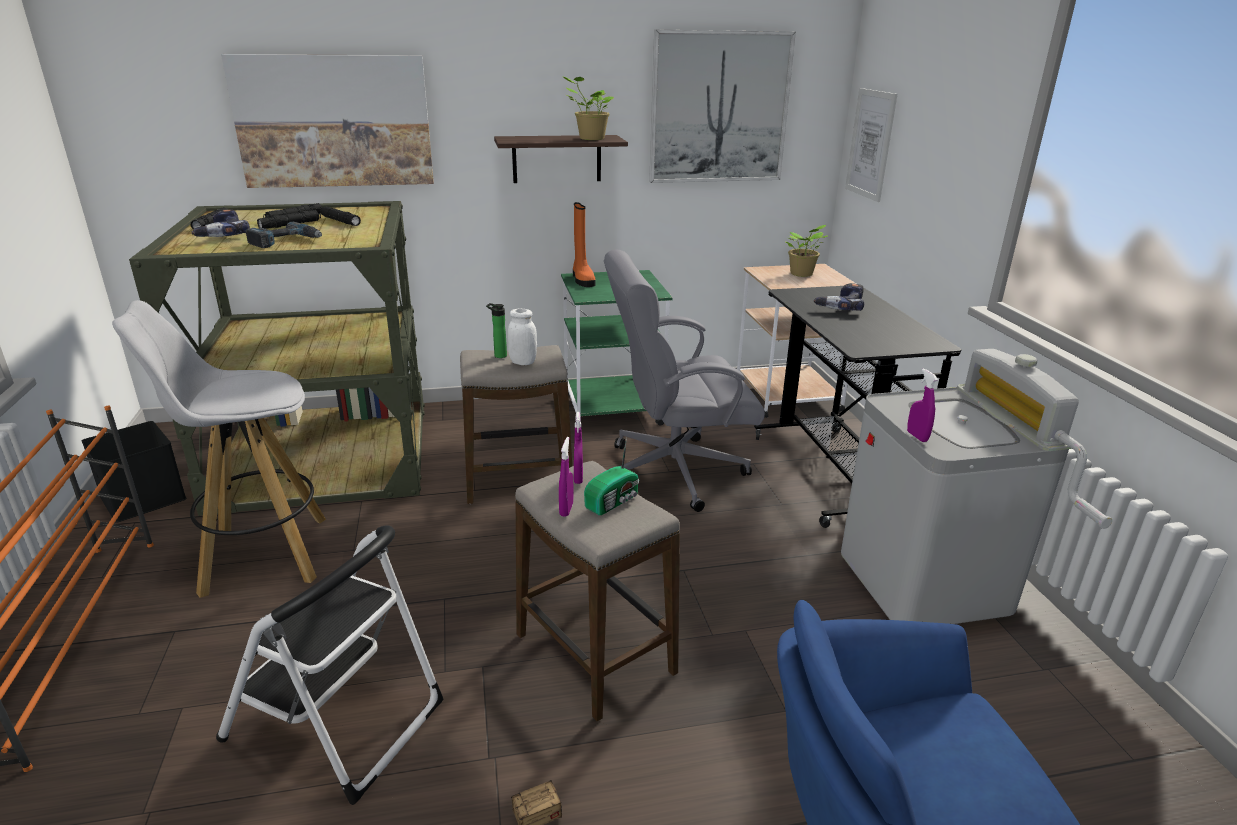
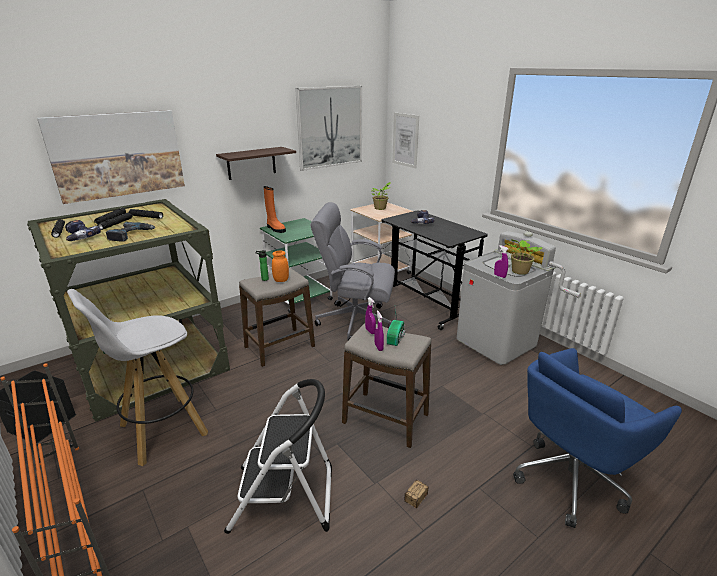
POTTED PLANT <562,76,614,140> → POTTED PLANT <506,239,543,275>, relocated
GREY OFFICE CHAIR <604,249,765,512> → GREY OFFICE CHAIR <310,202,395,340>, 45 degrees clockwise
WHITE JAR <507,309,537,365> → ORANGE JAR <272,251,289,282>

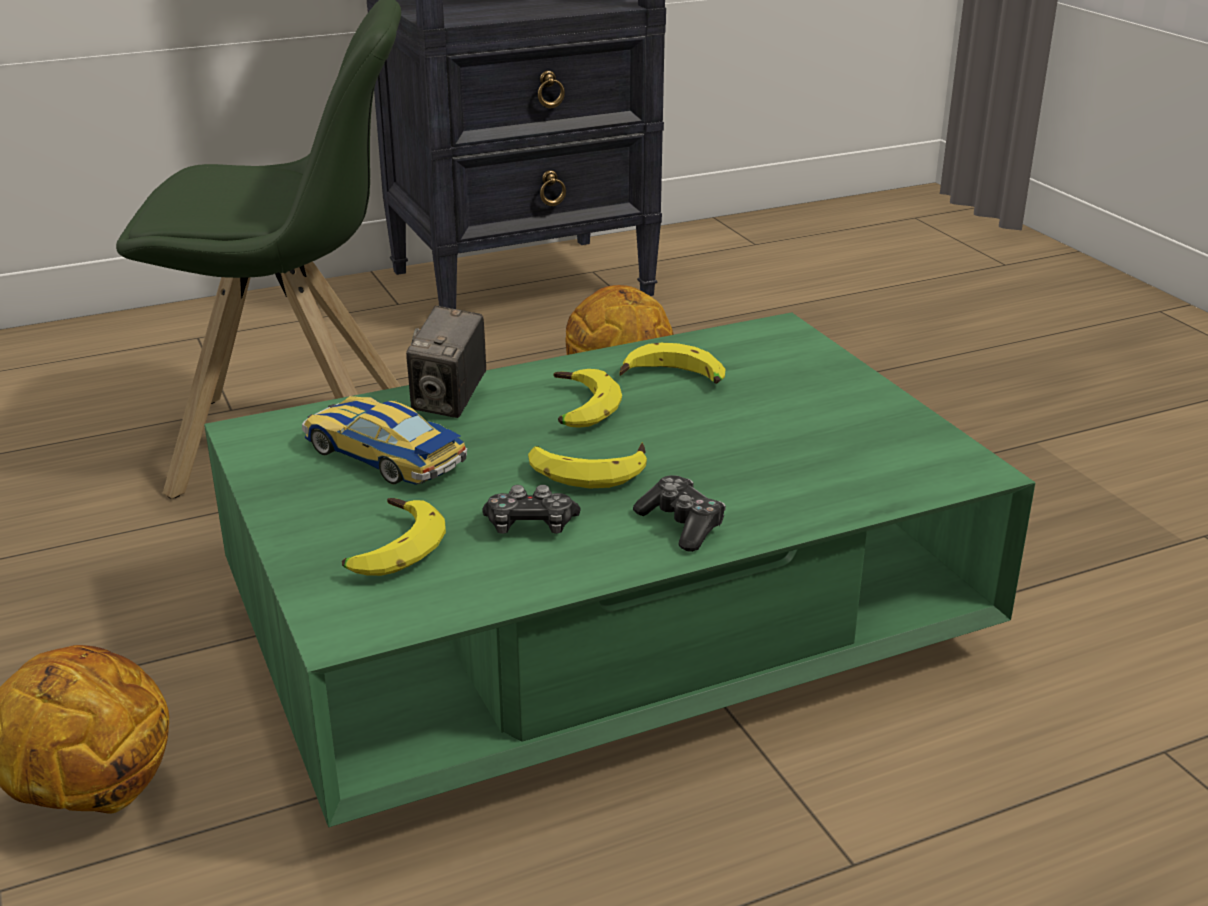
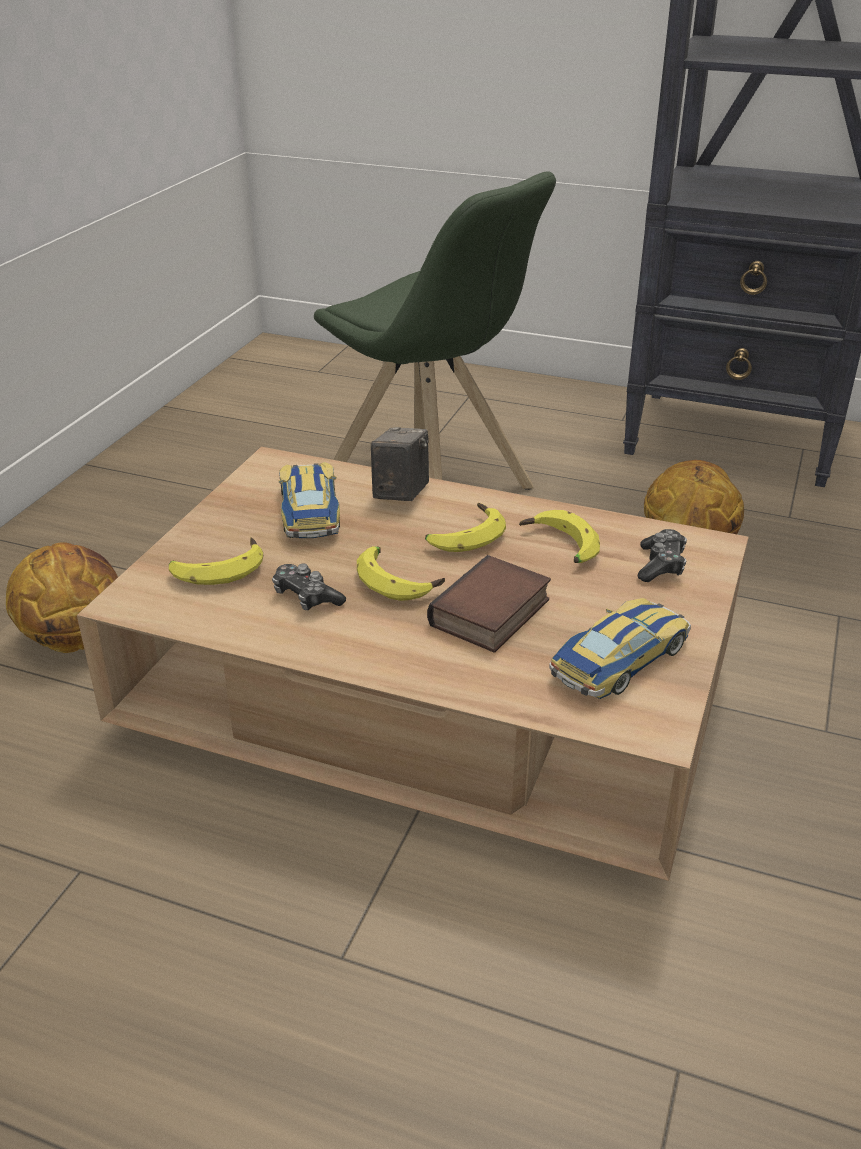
PHOTO CAMERA <406,306,486,418> → PHOTO CAMERA <371,427,429,501>, 135 degrees clockwise
GREEN COFFEE TABLE <204,312,1035,827> → BROWN COFFEE TABLE <77,447,749,881>
GAME CONTROLLER <633,475,726,552> → GAME CONTROLLER <638,529,687,582>, relocated
- → BOOK <427,555,551,652>
- → TOY CAR <549,598,691,699>

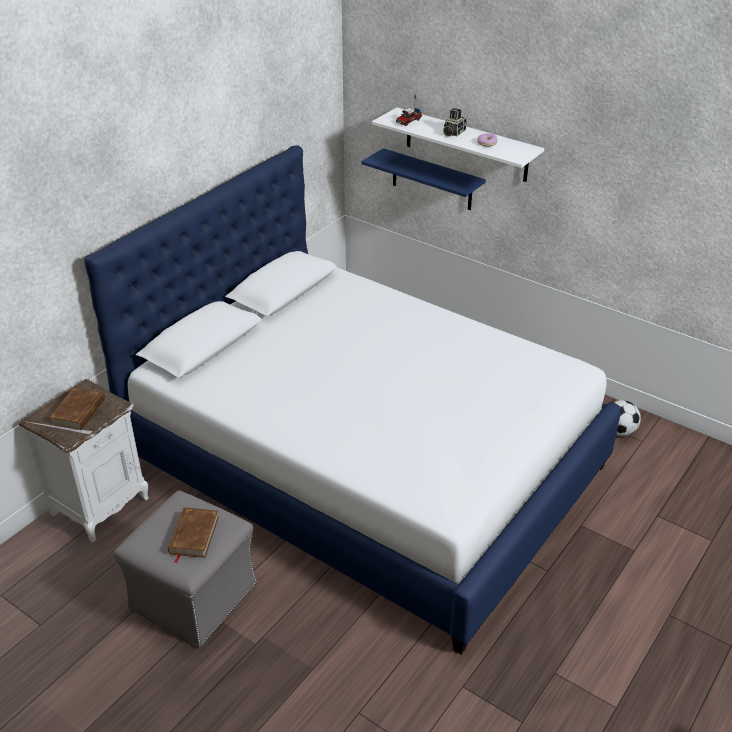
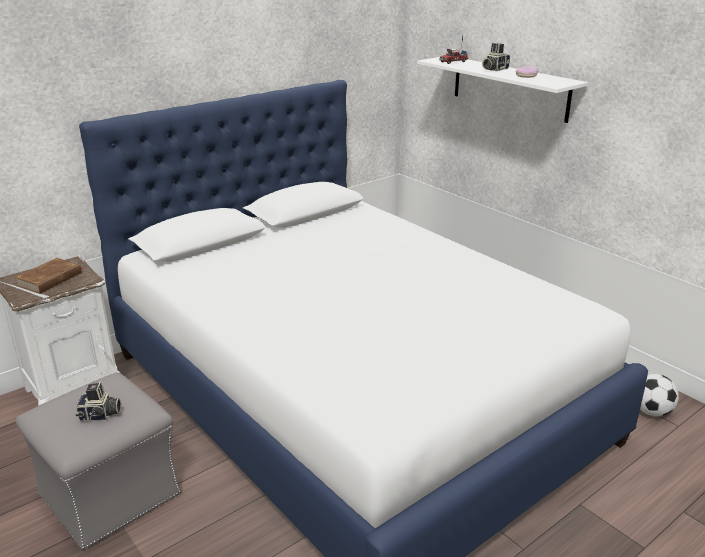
BLUE SHELF <361,148,486,210> → -
BROWN BOOK <168,507,219,563> → PHOTO CAMERA <76,382,121,421>

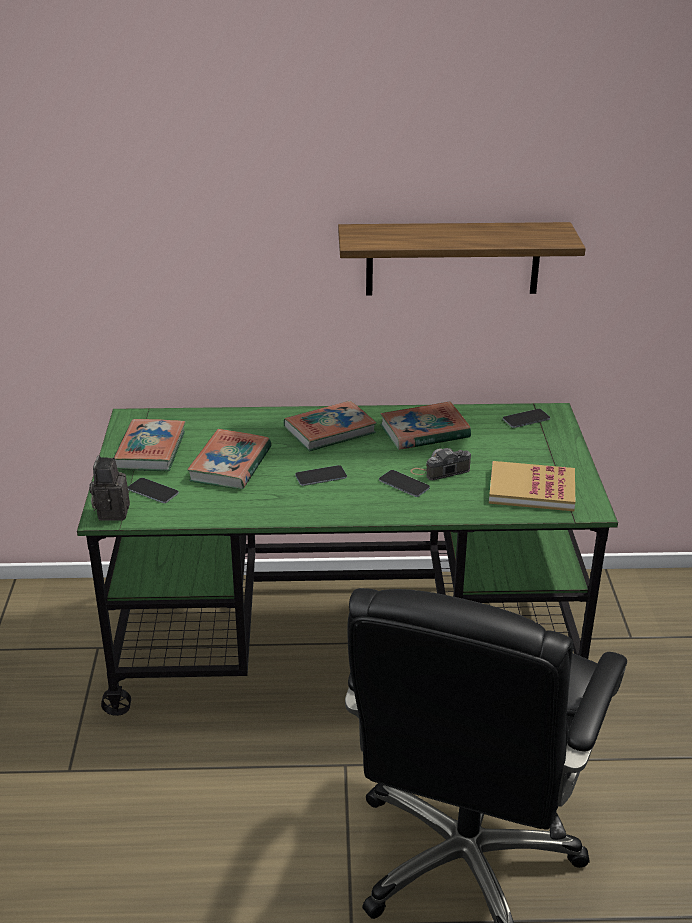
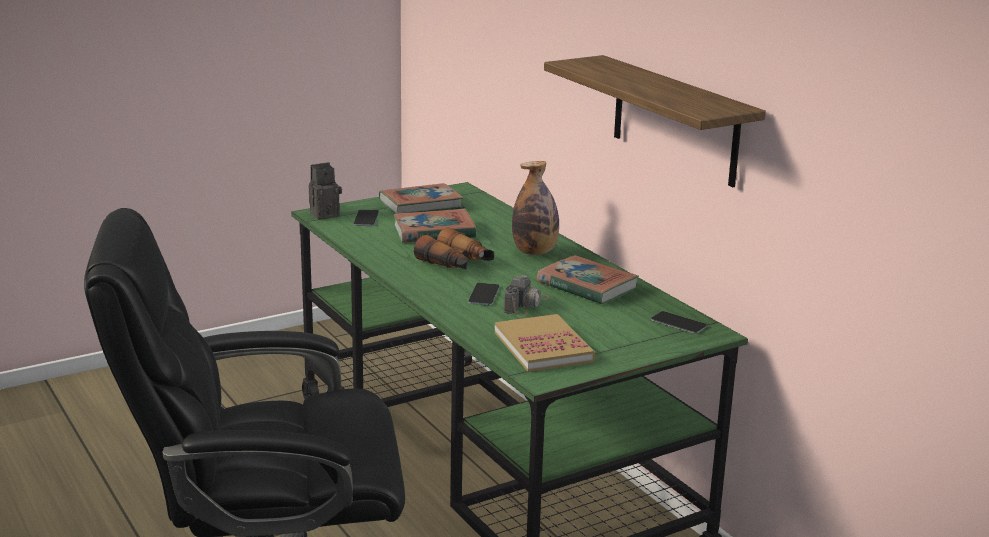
BOOK <283,401,377,451> → BOTTLE <512,161,559,255>
PHOTO CAMERA <410,448,471,480> → PHOTO CAMERA <503,275,549,317>, 75 degrees clockwise
PHONE <295,465,347,486> → BINOCULARS <414,227,494,270>

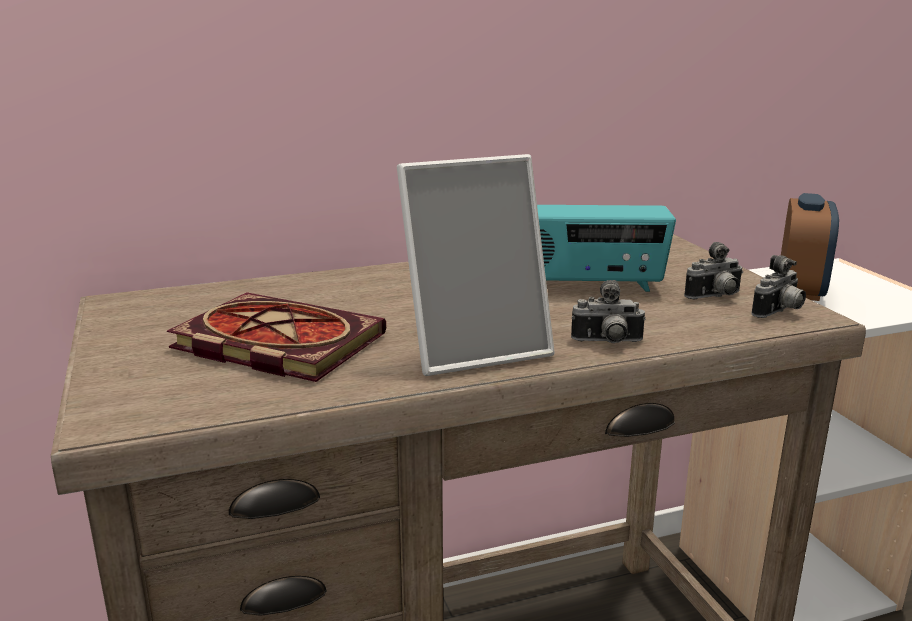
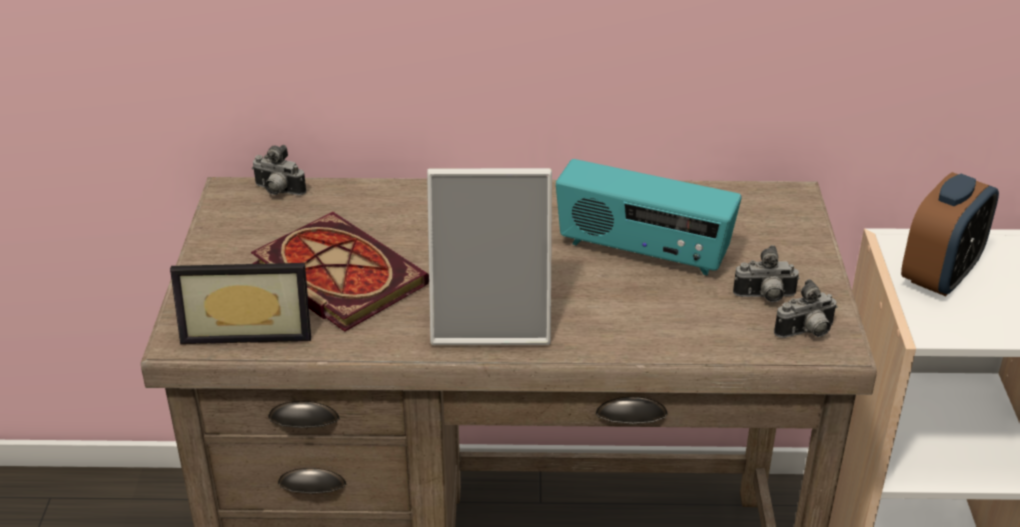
PHOTO CAMERA <571,280,646,343> → PHOTO CAMERA <252,145,306,195>, relocated
- → PICTURE FRAME <170,263,311,344>

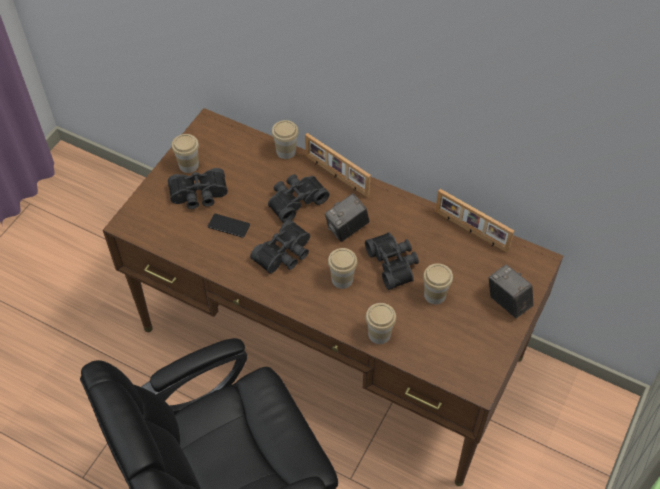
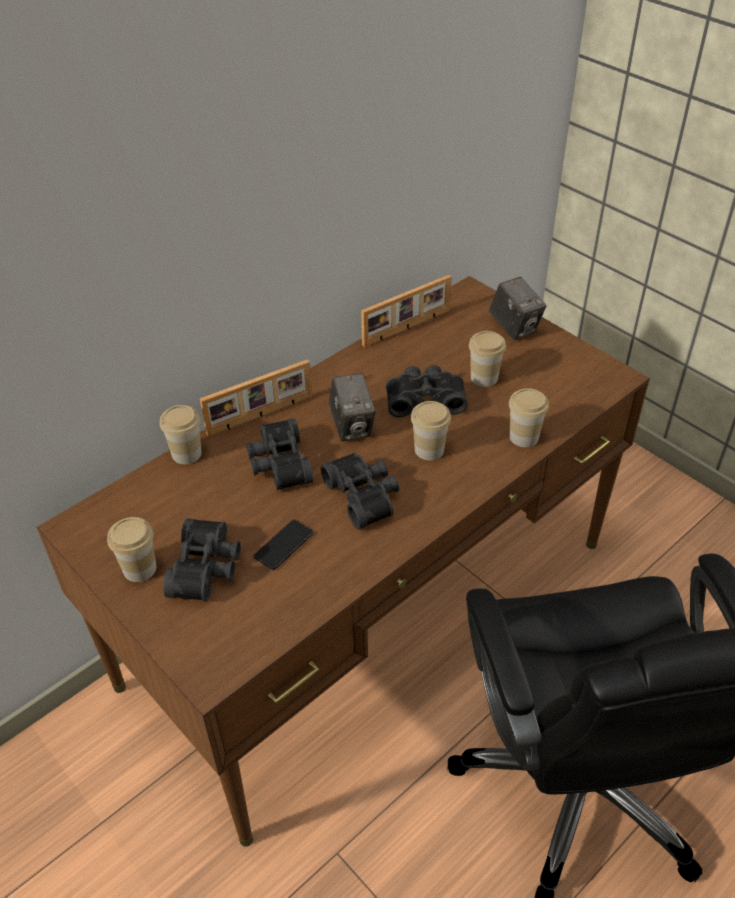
PHOTO CAMERA <488,265,534,318> → PHOTO CAMERA <489,277,547,340>, 105 degrees counterclockwise

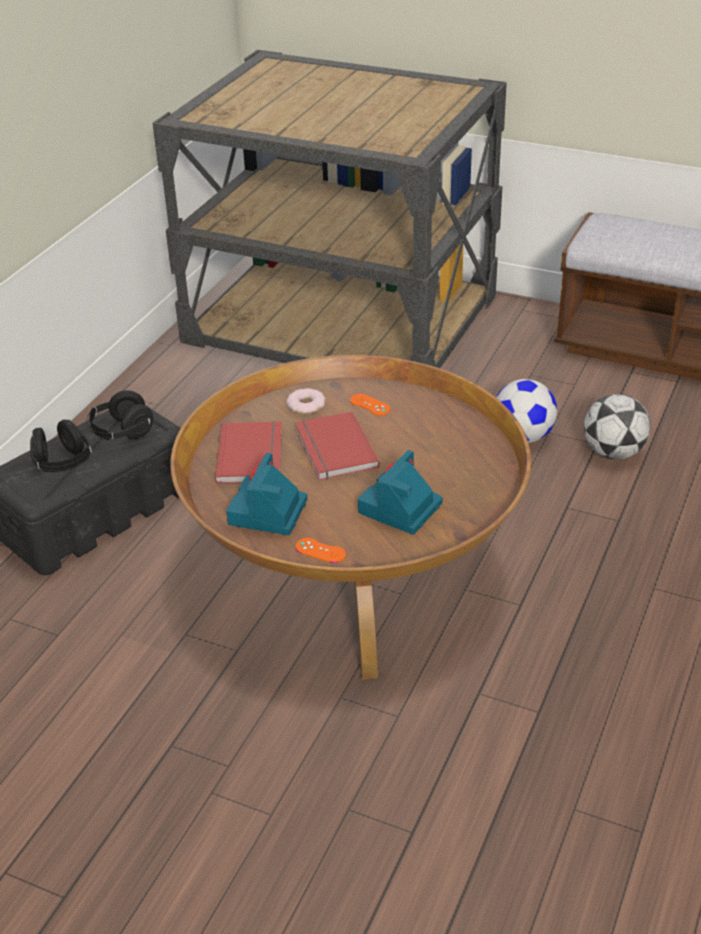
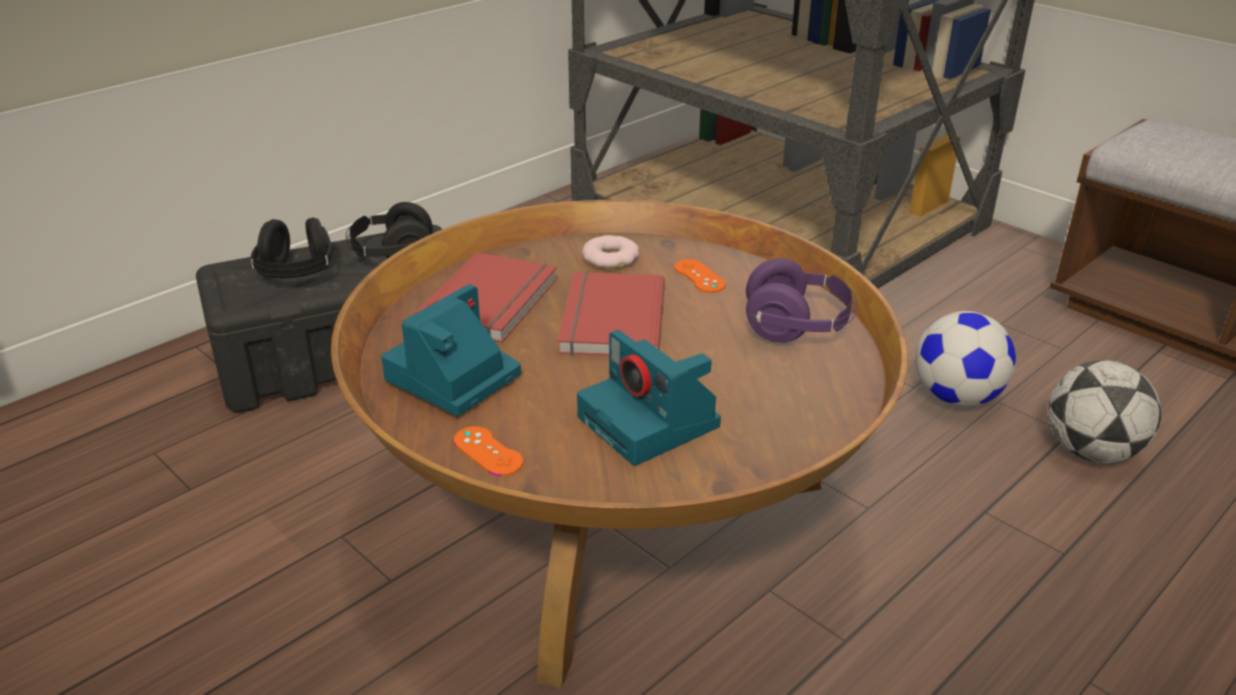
PHOTO CAMERA <358,450,443,535> → PHOTO CAMERA <577,330,721,466>, 90 degrees counterclockwise
- → PURPLE HEADPHONES <746,258,857,343>

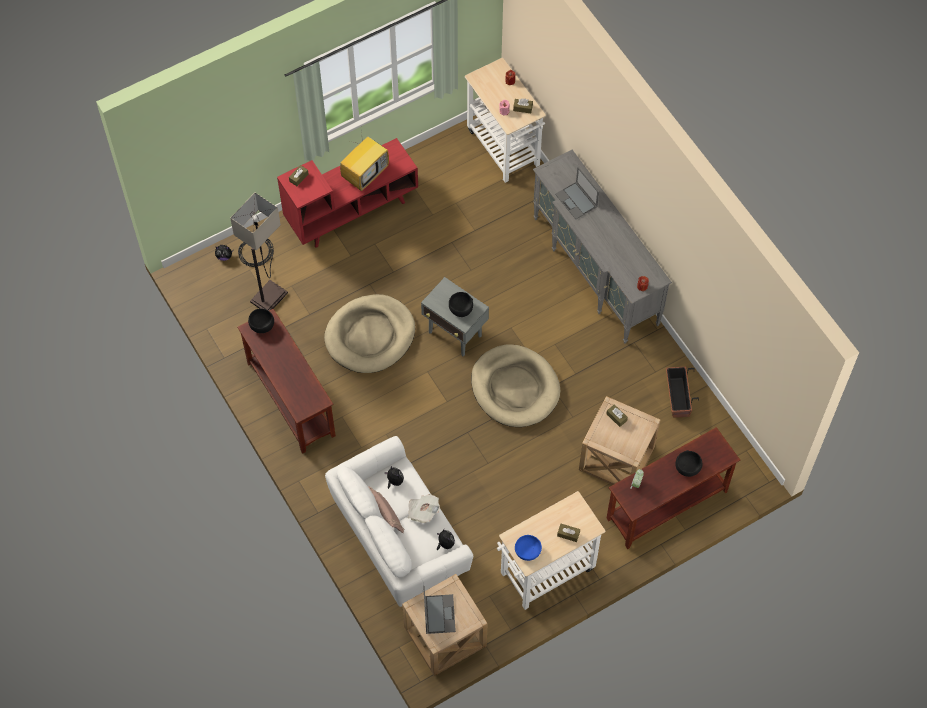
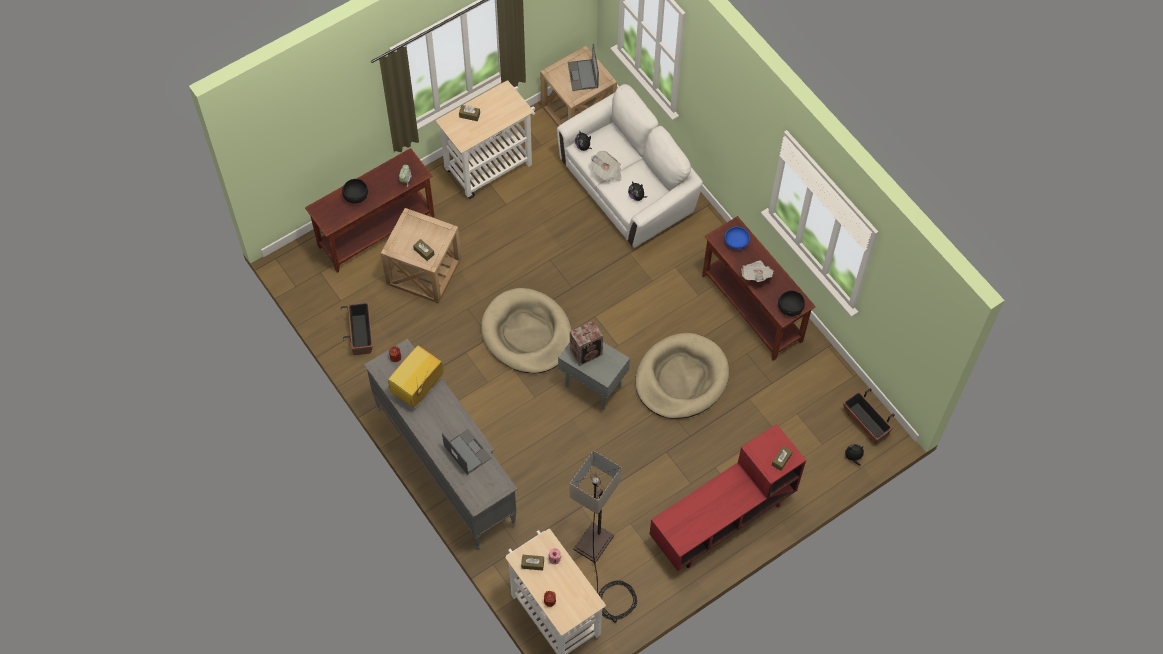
TELEVISION <340,130,389,191> → TELEVISION <388,345,443,407>, relocated
FLOOR LAMP <230,193,288,311> → FLOOR LAMP <570,450,637,623>, relocated
BLACK BOWL <449,292,473,317> → SPEAKER <570,320,603,366>
BEIGE PILLOW <368,486,404,533> → -
BLUE BOWL <515,535,542,561> → BLUE BOWL <725,226,750,250>, relocated
- → NEWSPAPER <741,261,774,282>
- → PLANTER <843,388,895,444>

